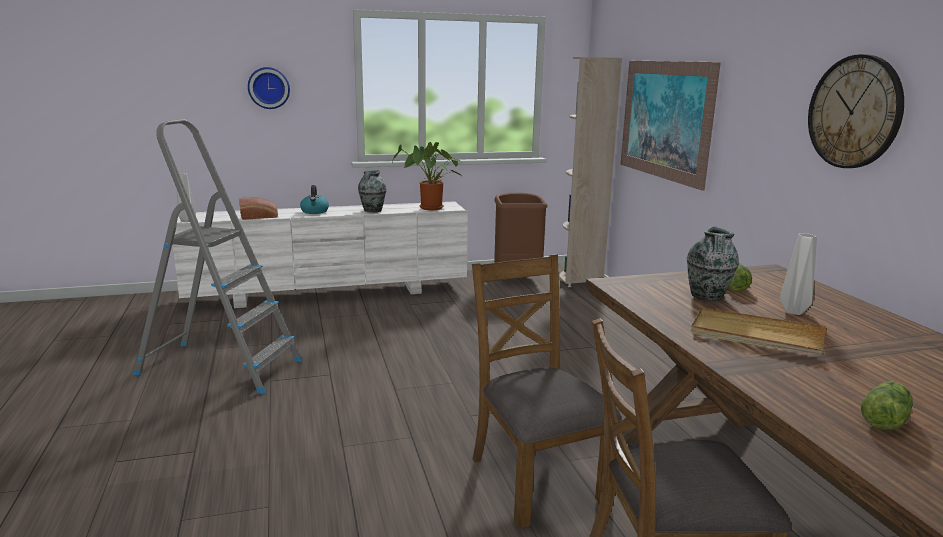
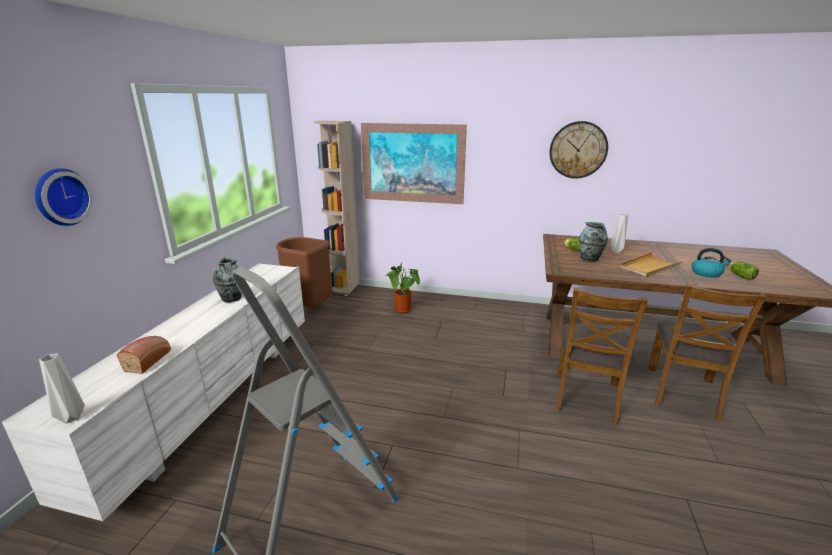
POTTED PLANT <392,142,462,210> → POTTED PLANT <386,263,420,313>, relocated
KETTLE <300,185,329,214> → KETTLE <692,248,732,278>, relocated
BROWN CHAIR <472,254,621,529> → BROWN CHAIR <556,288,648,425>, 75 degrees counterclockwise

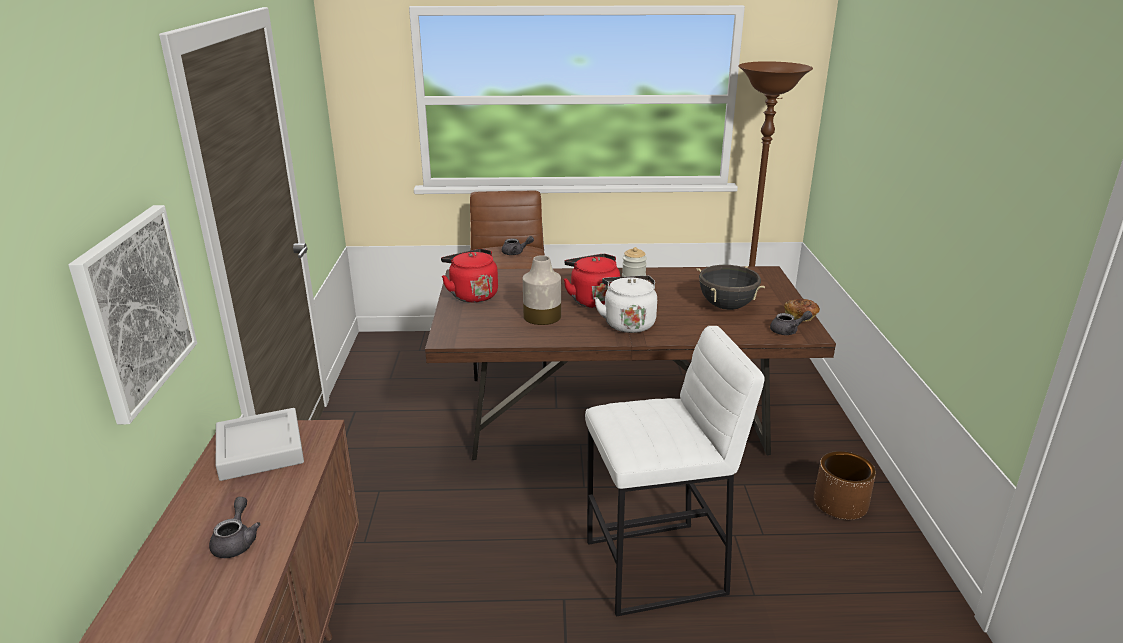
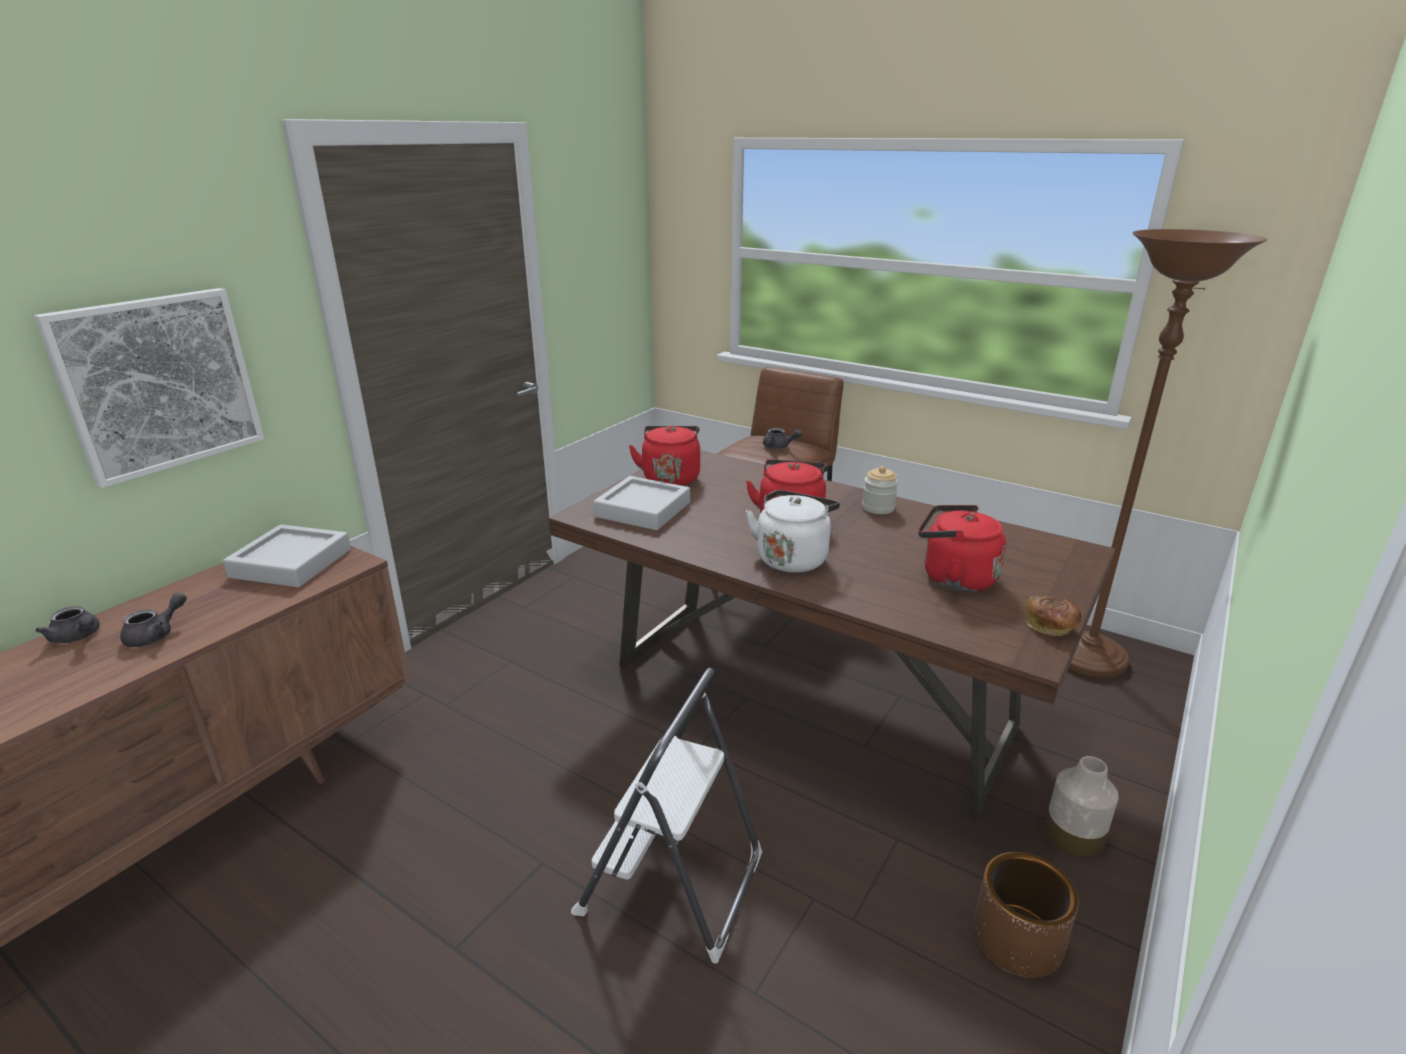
BEIGE VASE <523,255,561,325> → BEIGE VASE <1044,756,1119,857>, relocated
BLACK COOKING POT <696,265,765,310> → RED KETTLE <918,505,1006,592>
GREY TEAPOT <770,311,813,335> → GREY TEAPOT <36,606,100,643>, relocated
WHITE STOOL <585,326,765,617> → WHITE STEP LADDER <571,667,762,964>
- → GREY TRAY <593,476,690,530>

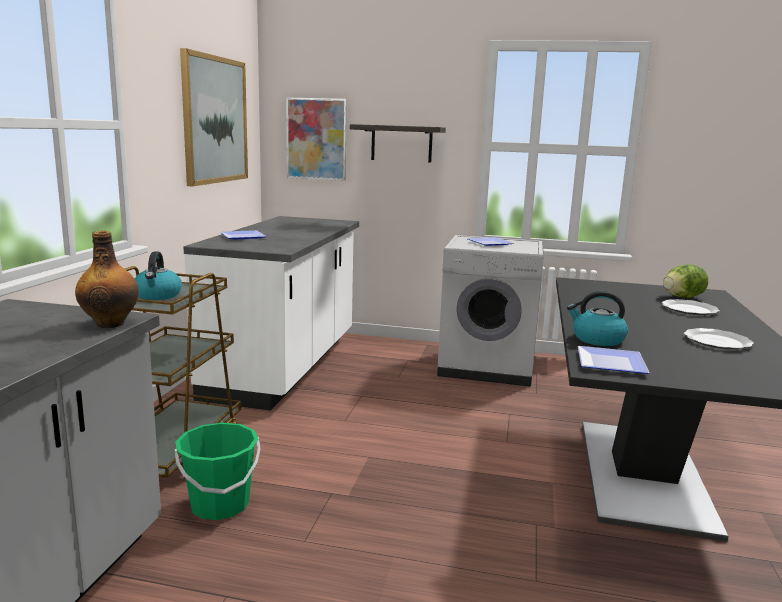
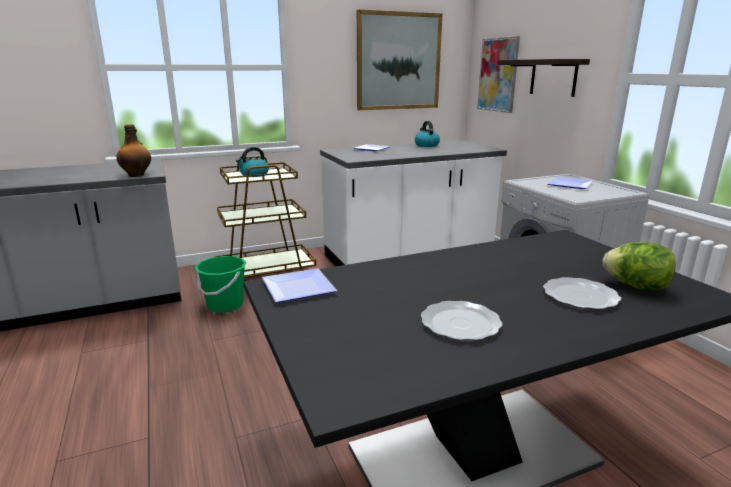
KETTLE <567,291,628,346> → KETTLE <415,121,440,147>, relocated

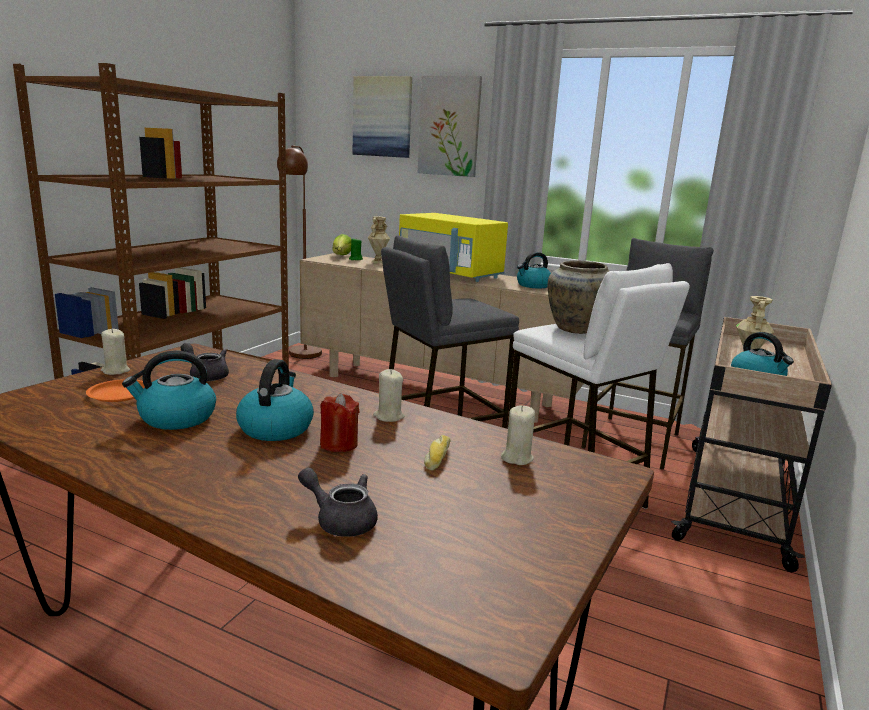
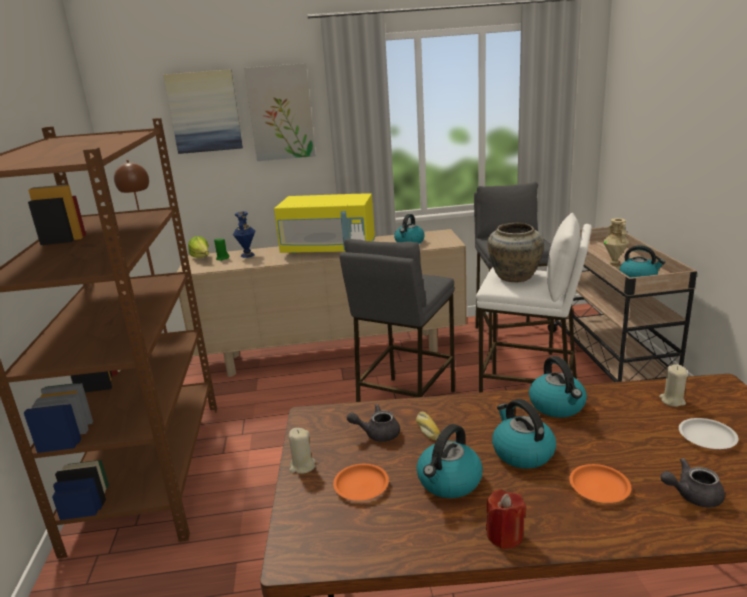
BEIGE VASE <368,217,390,263> → BLUE VASE <233,211,255,258>
BEIGE CANDLE <373,369,405,422> → KETTLE <529,356,587,417>
RED CANDLE <320,393,359,452> → RED CANDLE <486,489,526,549>, relocated
BREAD <424,435,451,471> → BREAD <416,412,440,440>, relocated
- → WHITE PLATE <679,418,739,449>
- → ORANGE PLATE <569,464,631,503>

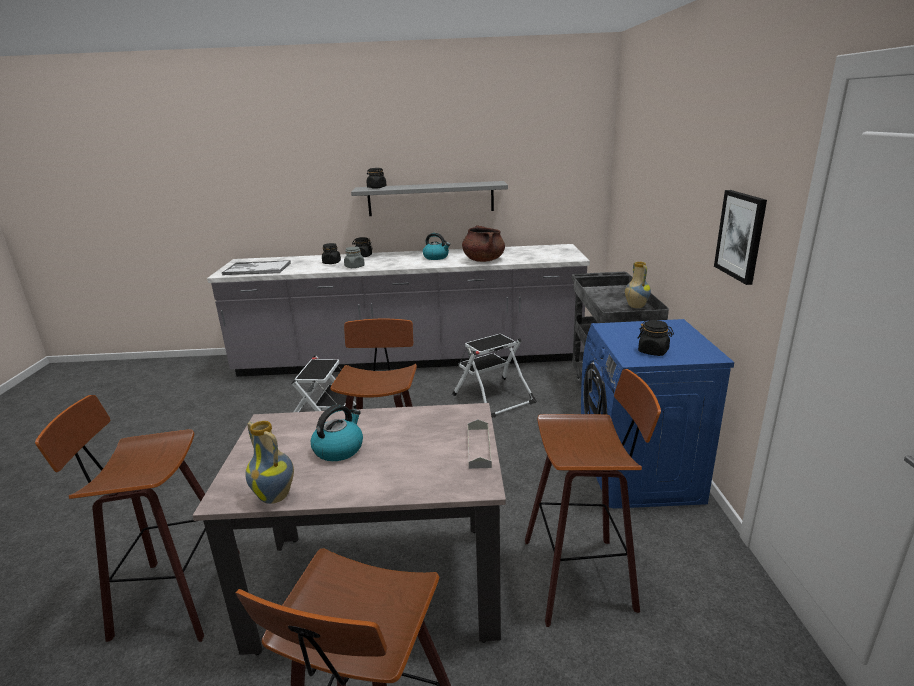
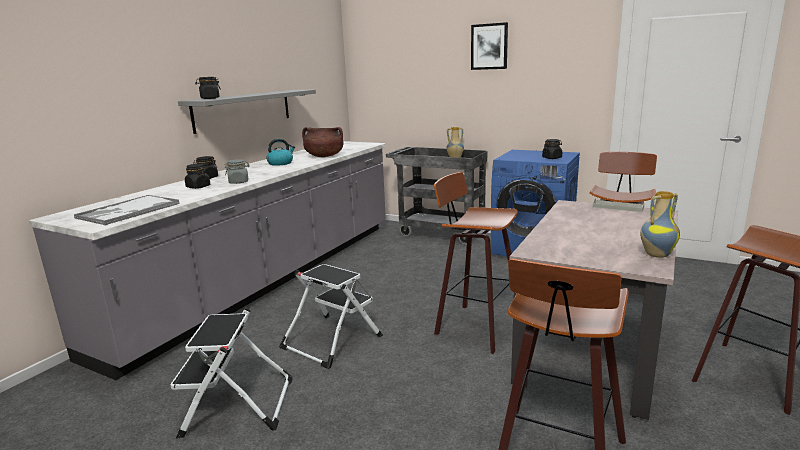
PICTURE <714,190,767,285> → PICTURE <471,22,508,70>, relocated
STEP LADDER <452,334,537,418> → STEP LADDER <171,307,293,438>, relocated
KETTLE <311,404,363,461> → -

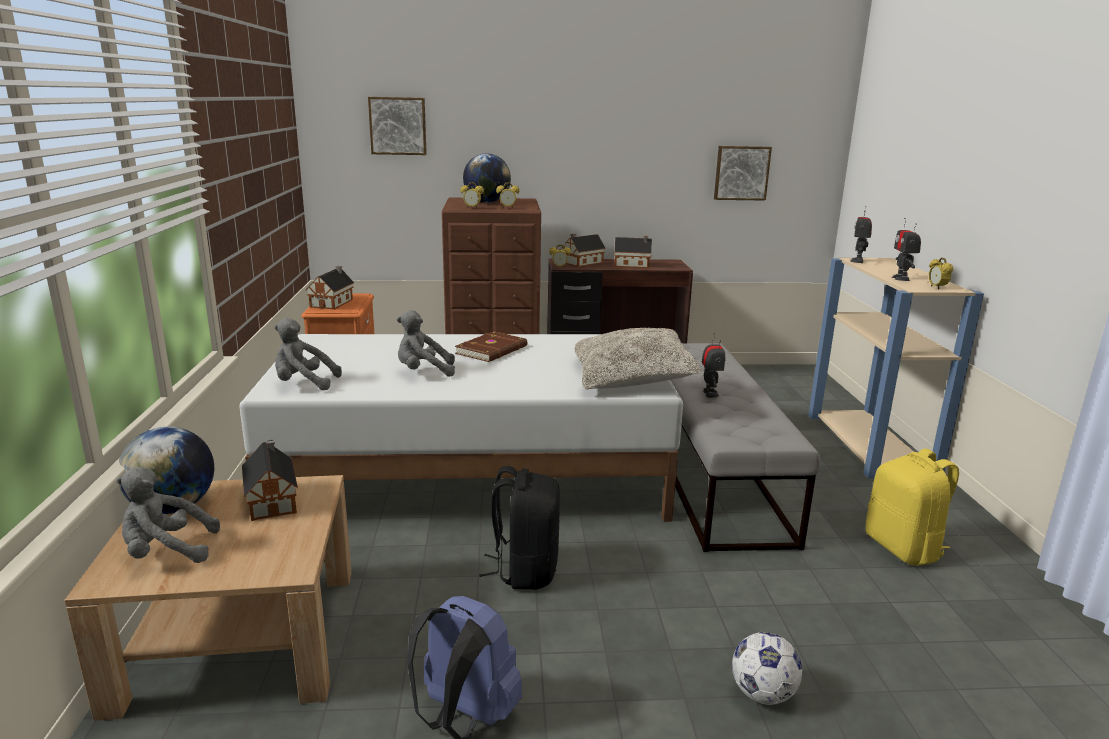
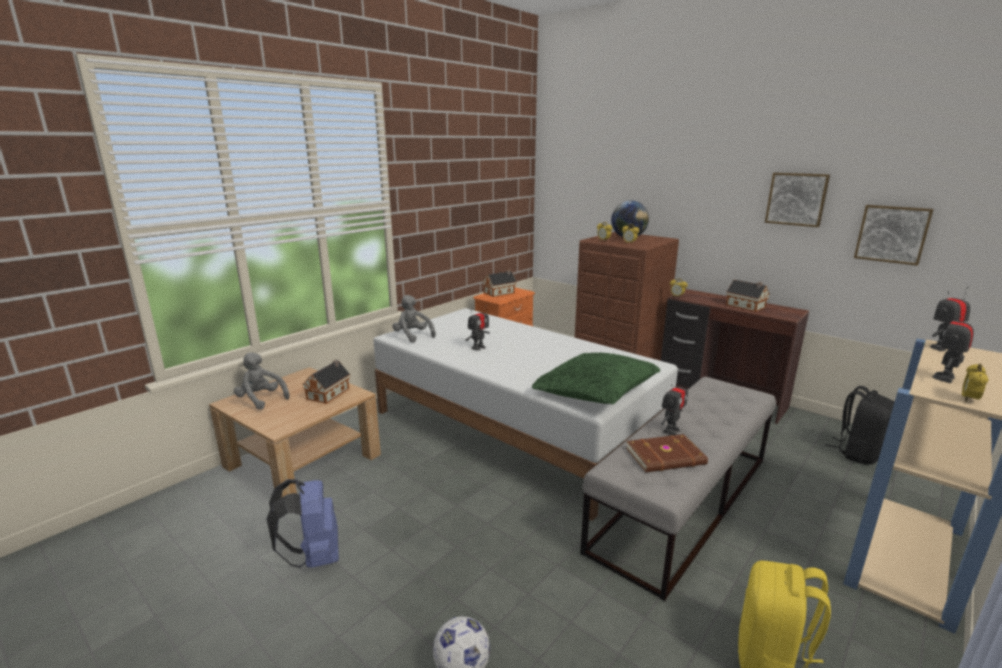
PICTURE <368,97,427,155> → PICTURE <765,173,830,227>, relocated
TOY HOUSE <562,234,606,267> → -
GREY PLUSH TOY <397,310,455,377> → TOY ROBOT <466,305,490,350>
BEIGE PILLOW <575,328,701,389> → GREEN PILLOW <532,353,660,404>
BROWN BOOK <455,331,527,362> → BROWN BOOK <626,434,708,472>, relocated
GLOBE <119,427,214,514> → -
BLACK BACKPACK <479,466,560,590> → BLACK BACKPACK <825,386,894,464>, relocated

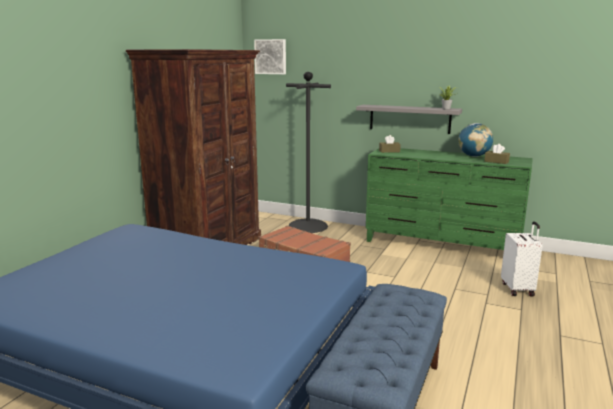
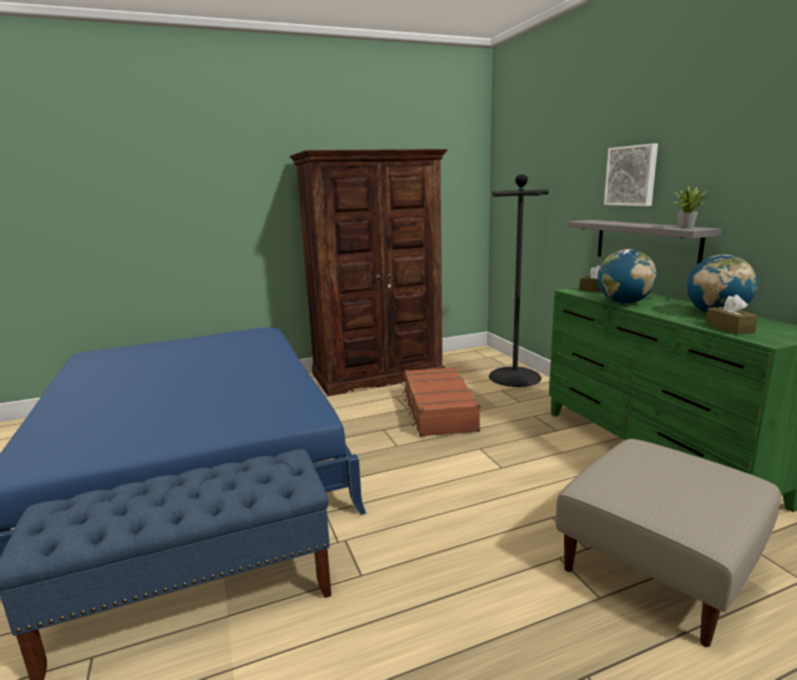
PICTURE <254,39,286,74> → PICTURE <604,143,658,206>, relocated
WHITE SUITCASE <501,221,542,296> → BEIGE OTTOMAN <556,439,781,647>
- → GLOBE <598,249,657,304>

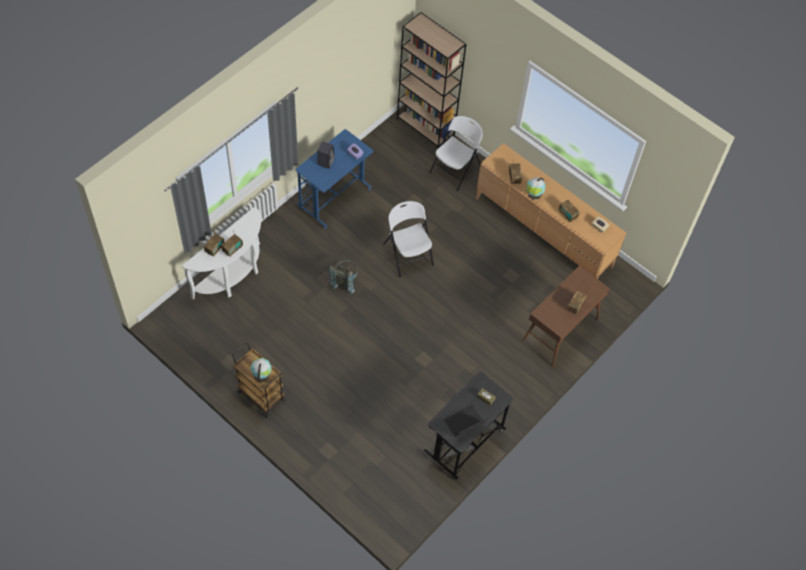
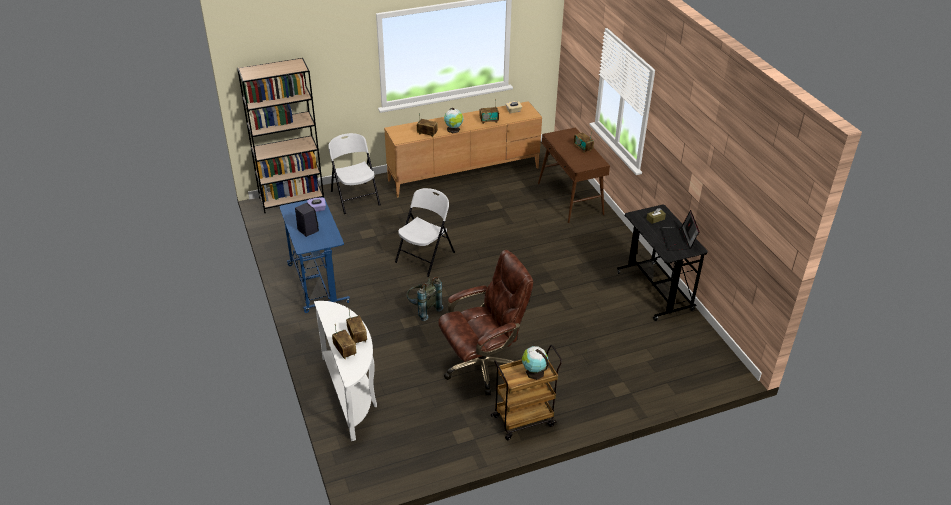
WHITE CHAIR <383,201,434,277> → WHITE CHAIR <395,188,455,277>, 120 degrees clockwise
- → BROWN OFFICE CHAIR <438,250,533,396>

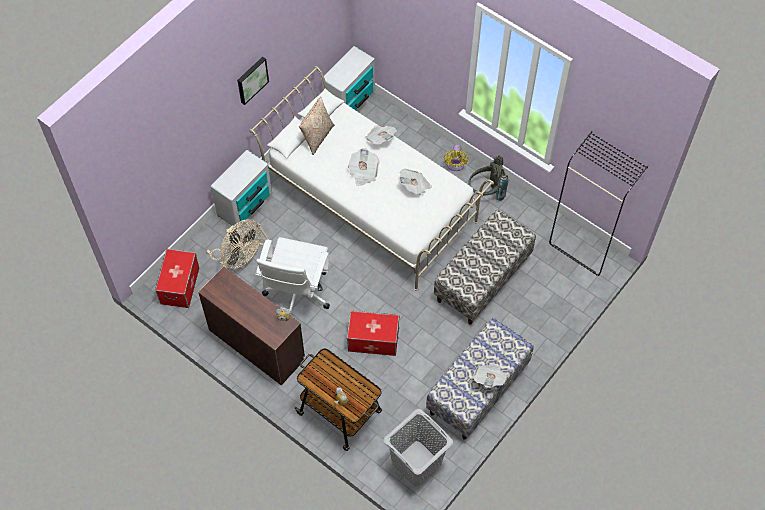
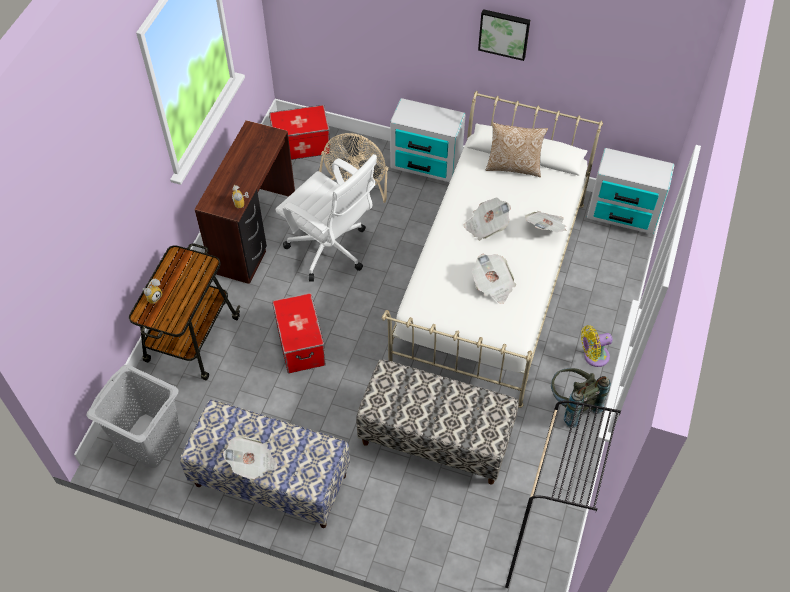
WHITE OFFICE CHAIR <255,237,330,316> → WHITE OFFICE CHAIR <275,154,377,282>, 135 degrees counterclockwise

